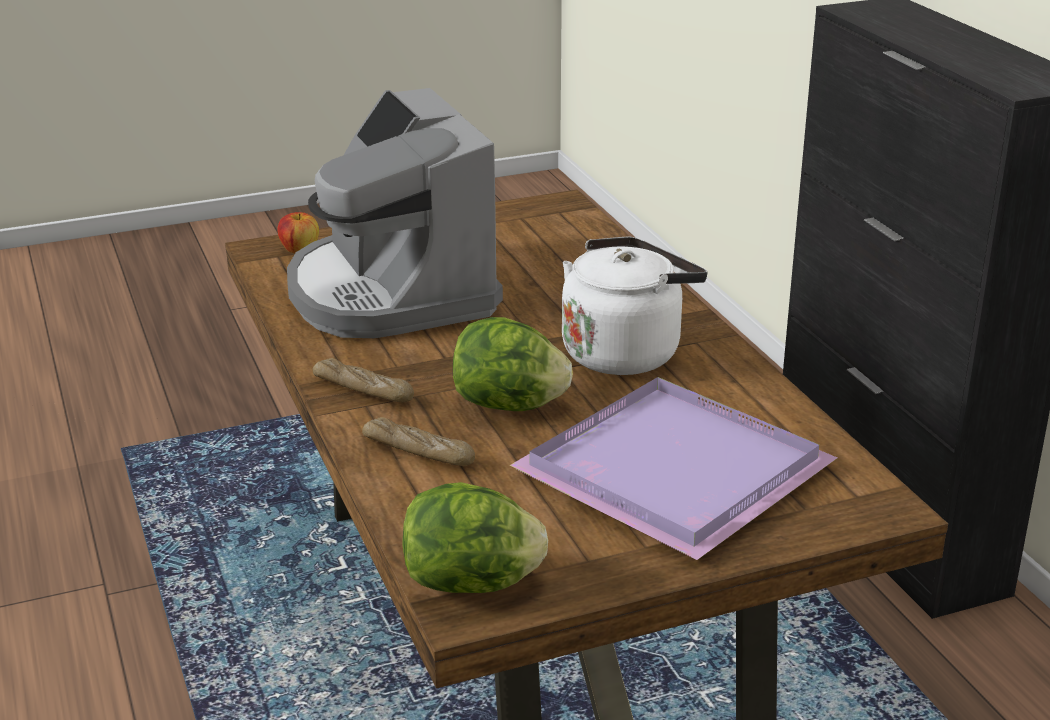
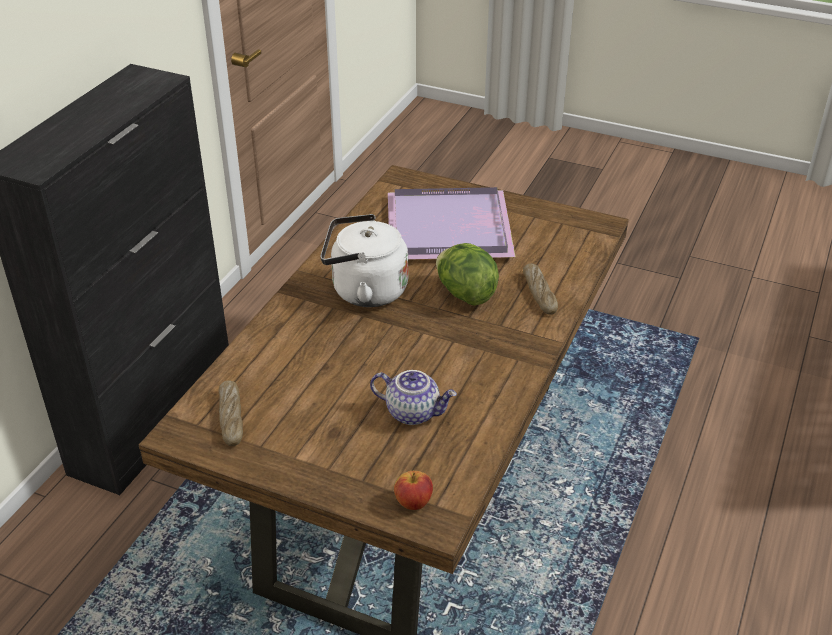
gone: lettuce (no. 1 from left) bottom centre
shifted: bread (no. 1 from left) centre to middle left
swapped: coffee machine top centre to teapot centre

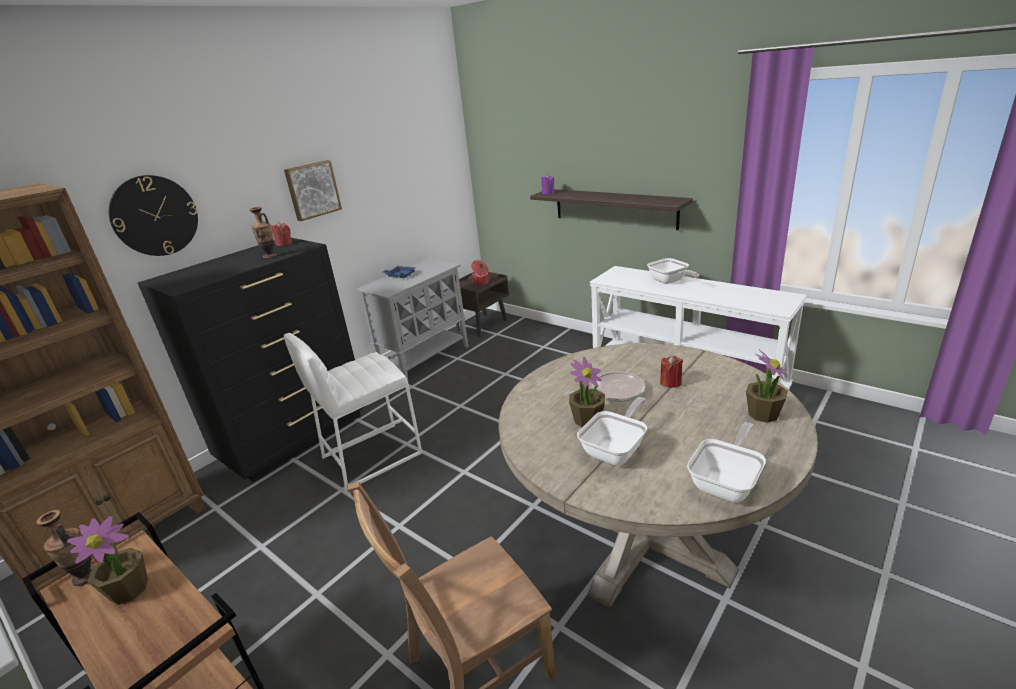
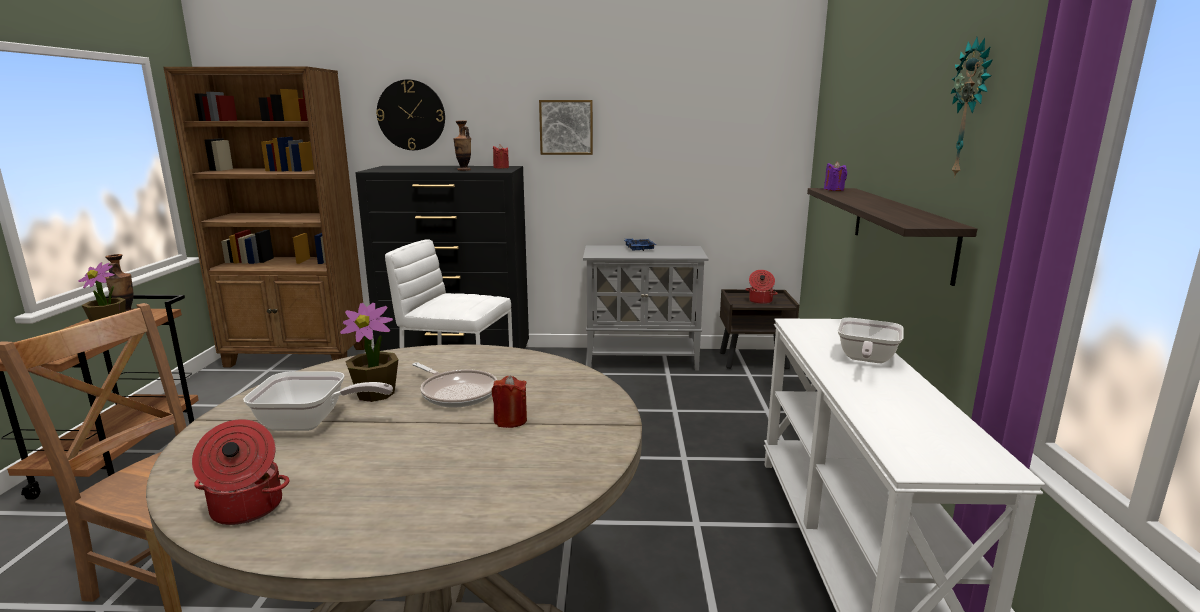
gone: potted plant (no. 3 from left) middle right
new: wall clock (no. 2 from left) top right
swapped: frying pan (no. 4 from left) bottom right to cooking pot (no. 1 from left) bottom left

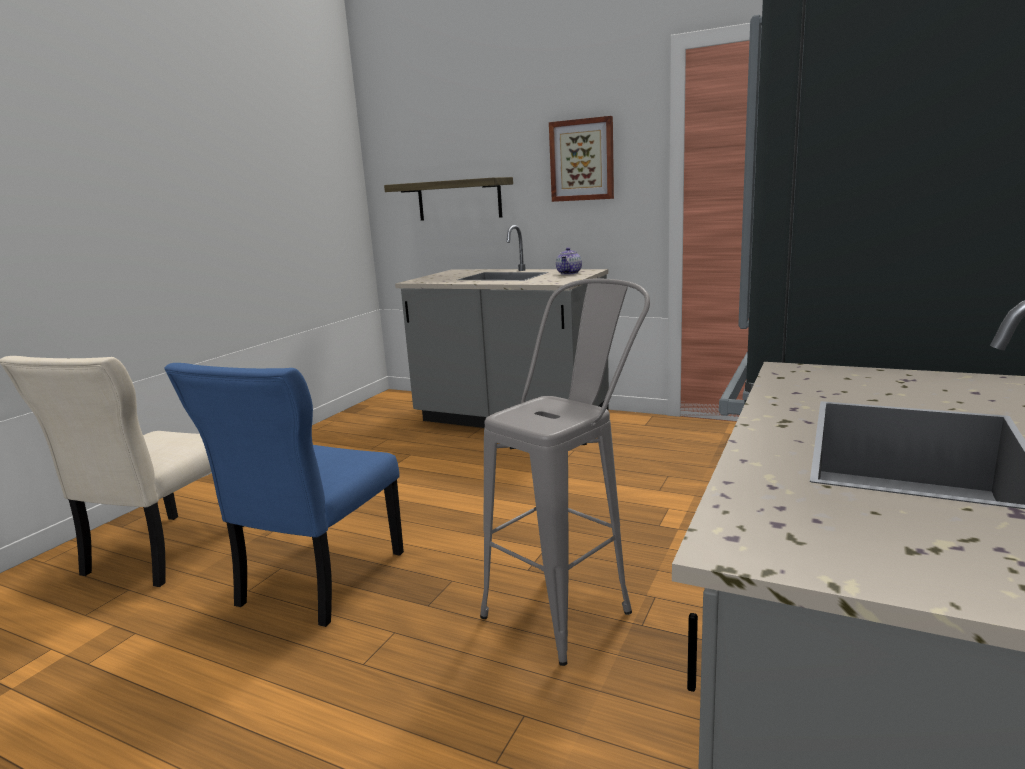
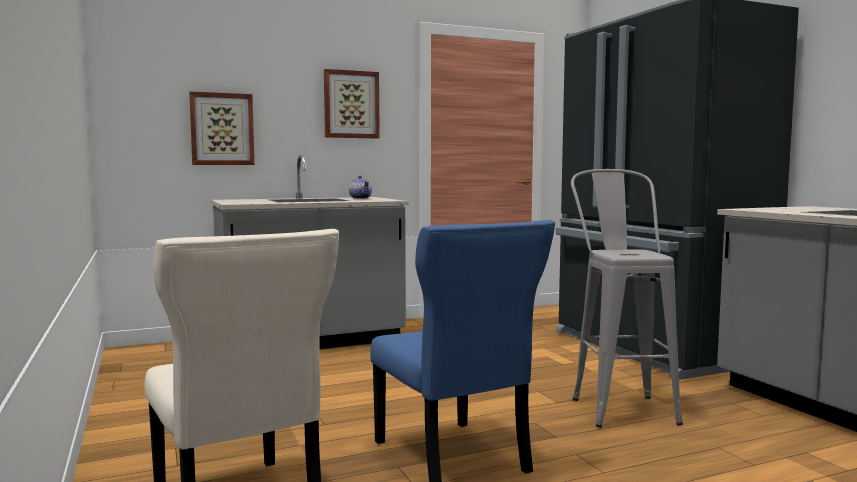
swapped: shelf top centre to picture (no. 1 from left) top left

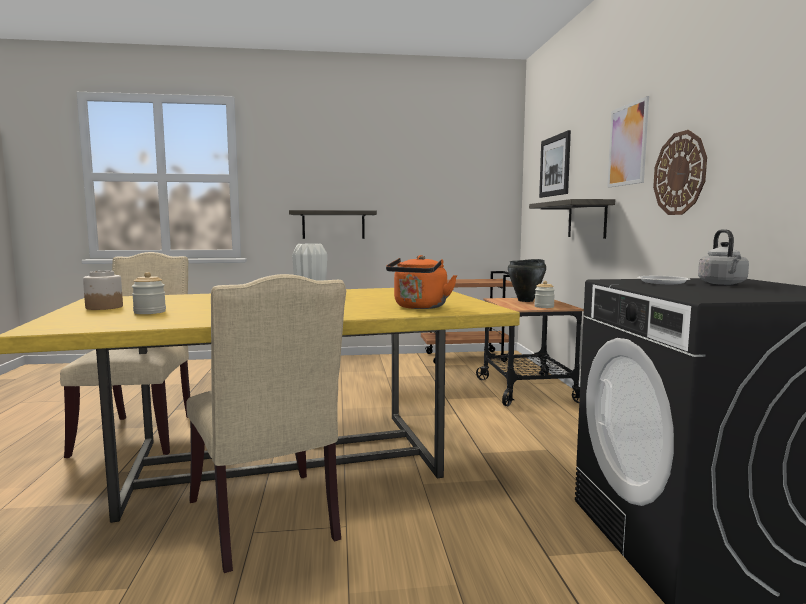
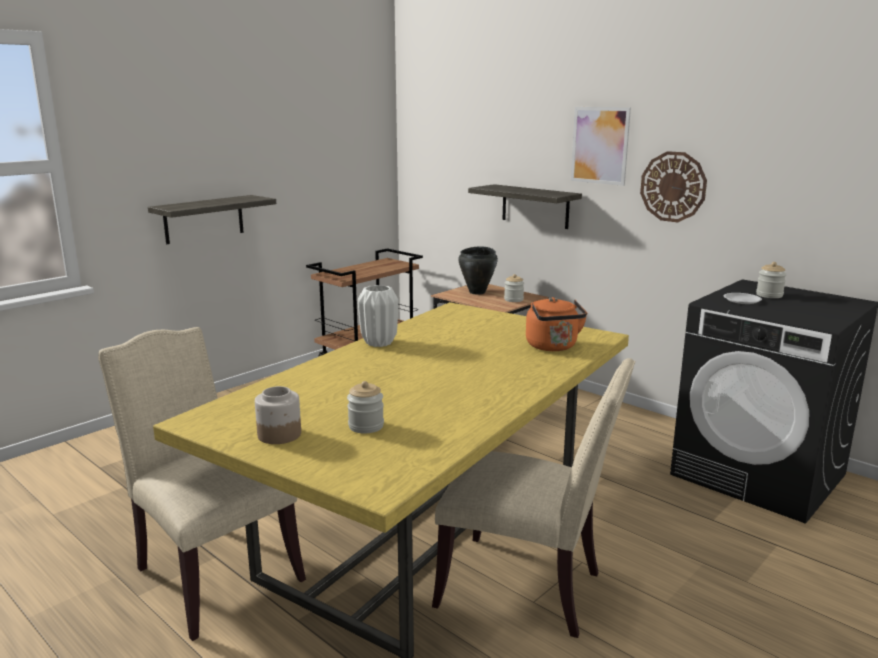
gone: picture (no. 1 from left) top right
swapped: grey kettle middle right to jar (no. 4 from left) middle right

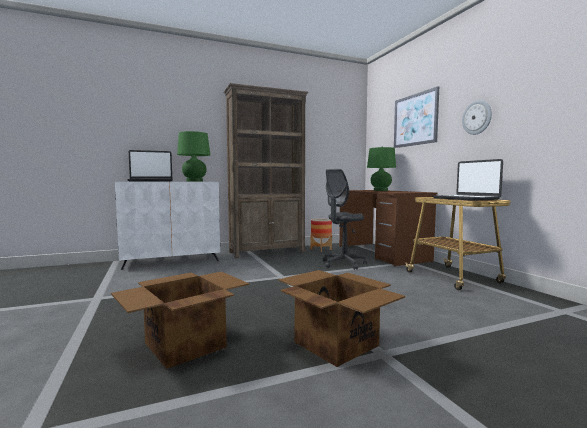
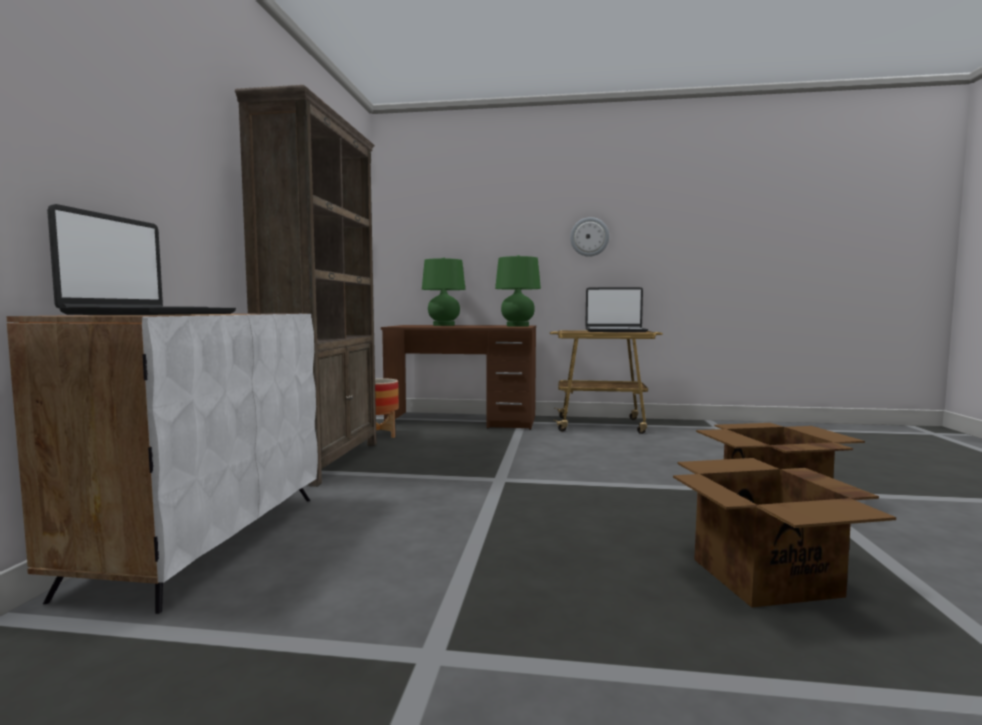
gone: grey office chair centre; picture top right
shifted: green table lamp (no. 1 from left in the first image) middle left to green table lamp (no. 2 from left) centre

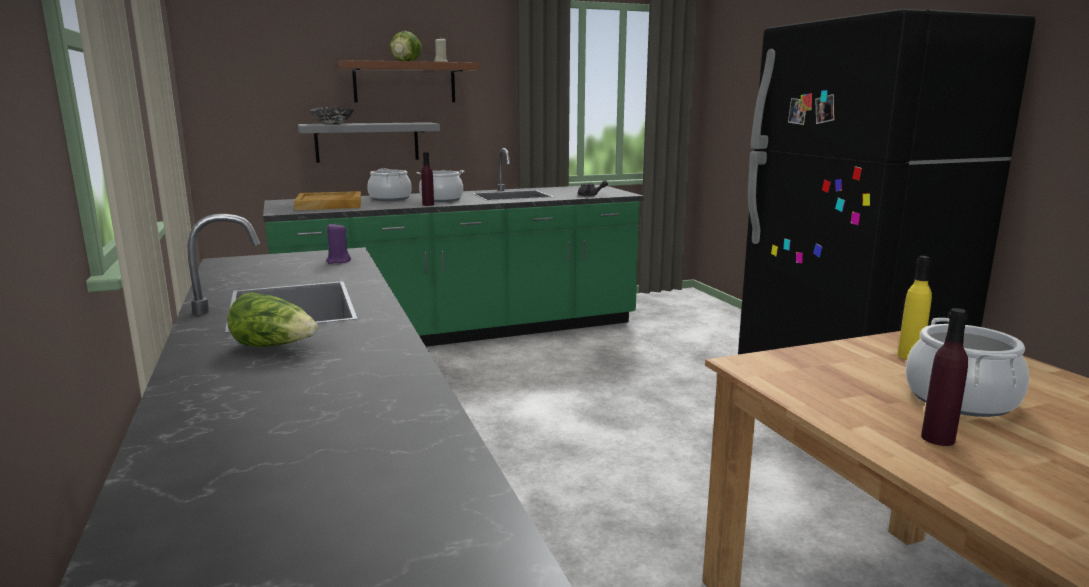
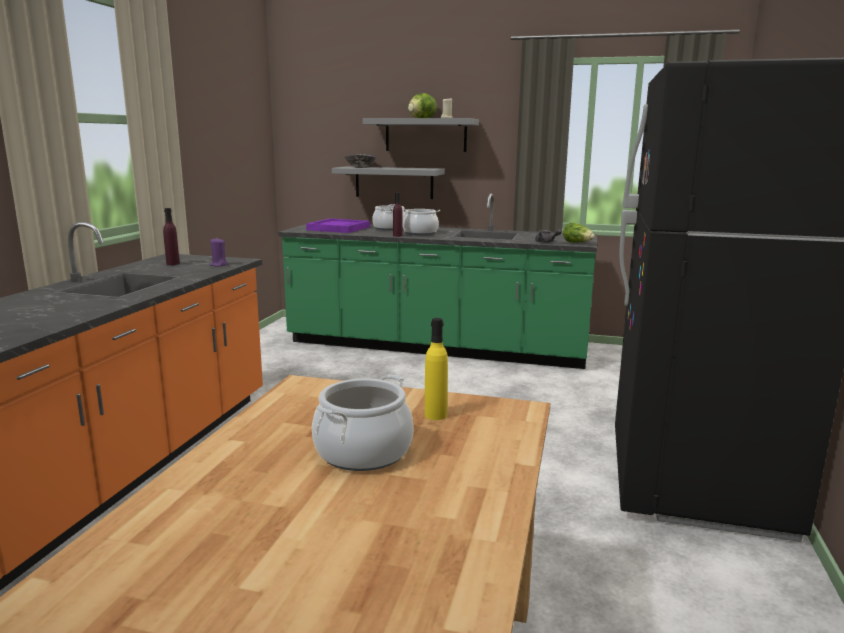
shifted: lettuce (no. 1 from left in the first image) middle left to lettuce (no. 2 from left) middle right; purple bottle (no. 2 from left in the first image) middle right to purple bottle (no. 1 from left) middle left
repainted: beige tray middle left to purple tray centre; brown shelf top centre to grey shelf (no. 2 from left) top centre

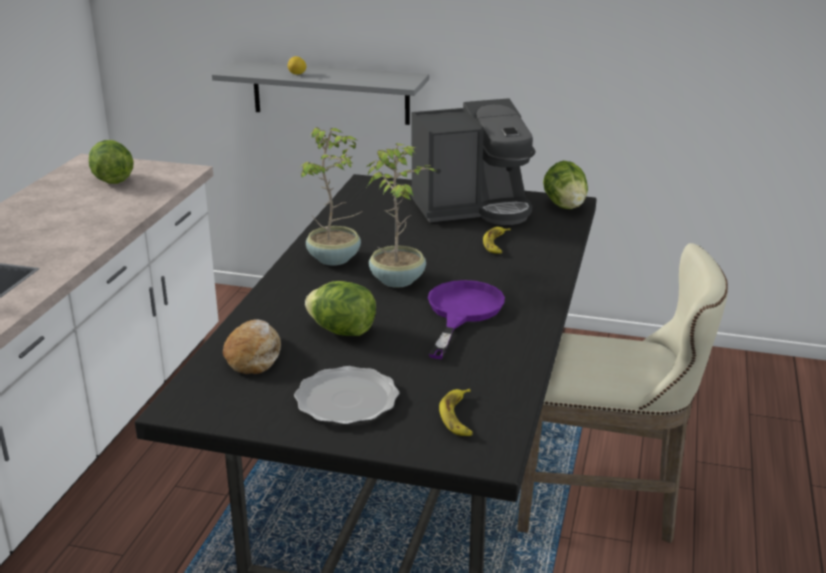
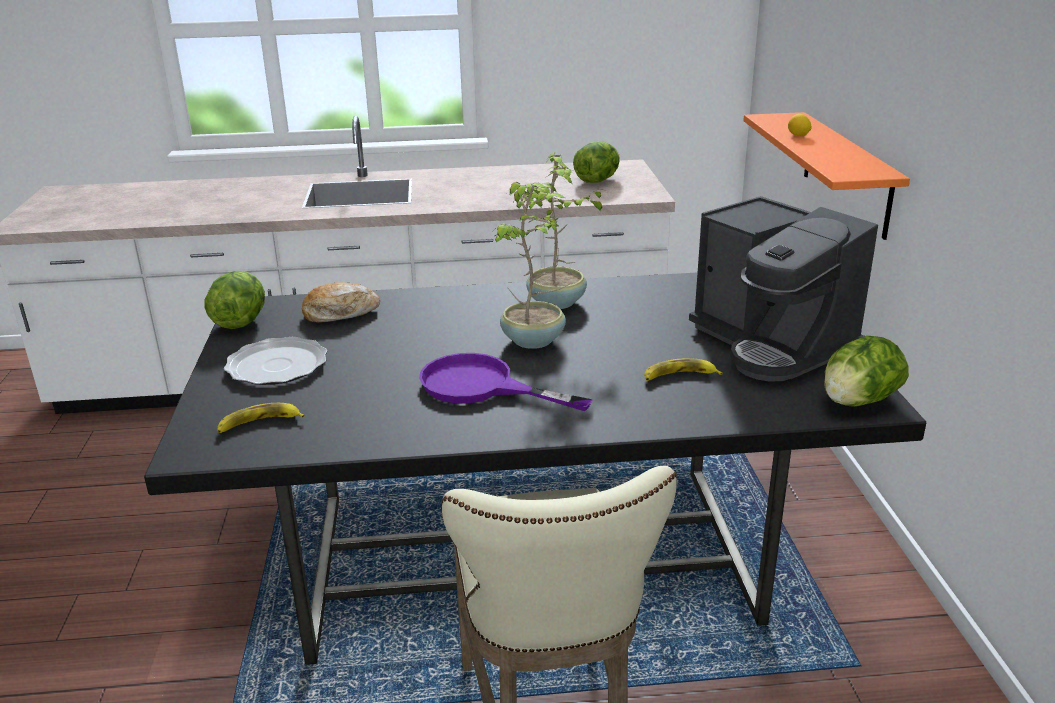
shifted: lettuce (no. 2 from left in the first image) centre to lettuce (no. 1 from left) middle left
repainted: grey shelf top centre to orange shelf top right
rotated: purple frying pan centre = centre 150 degrees counterclockwise

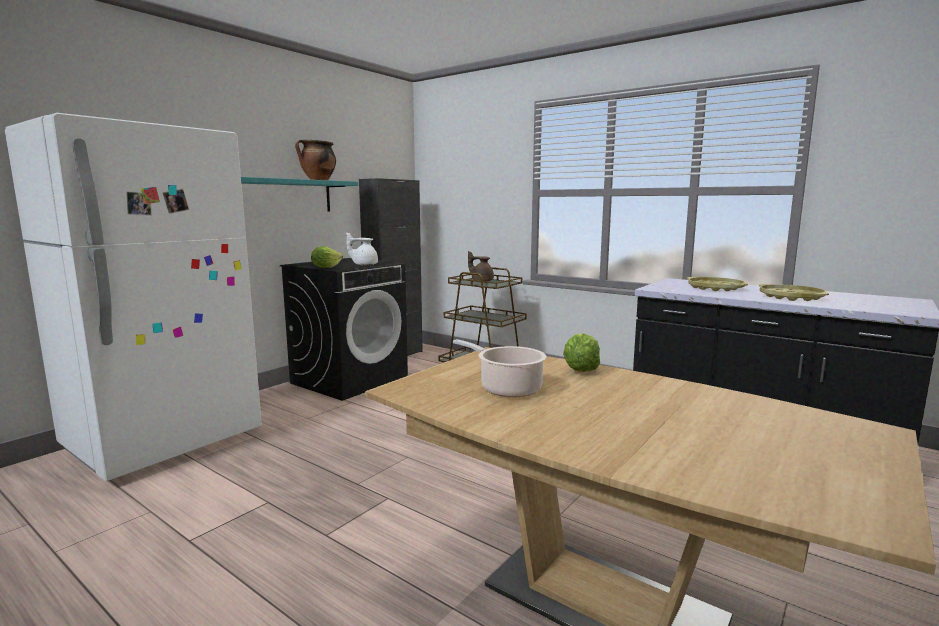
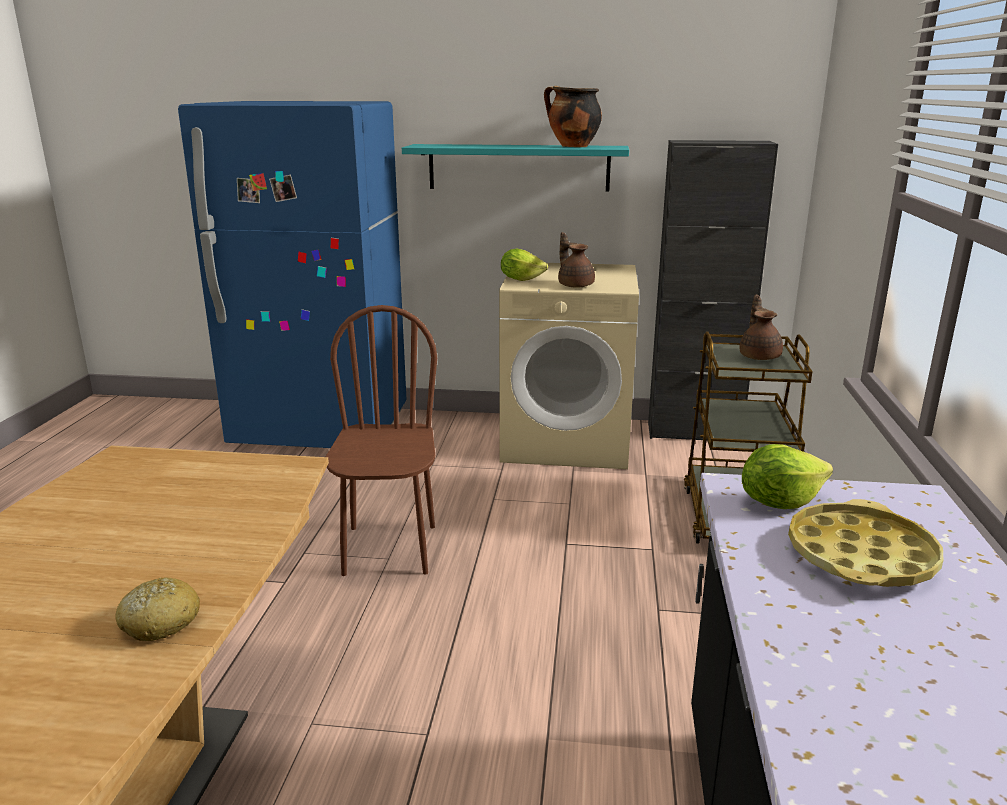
gone: cooking pot (no. 2 from left) centre; yellow tray (no. 2 from left) middle right
new: bread bottom left; brown chair centre
shifted: lettuce (no. 2 from left) centre to middle right
repainted: white fridge middle left to blue fridge middle left; black washing machine centre to beige washing machine centre; white teapot centre to brown teapot (no. 1 from left) top centre

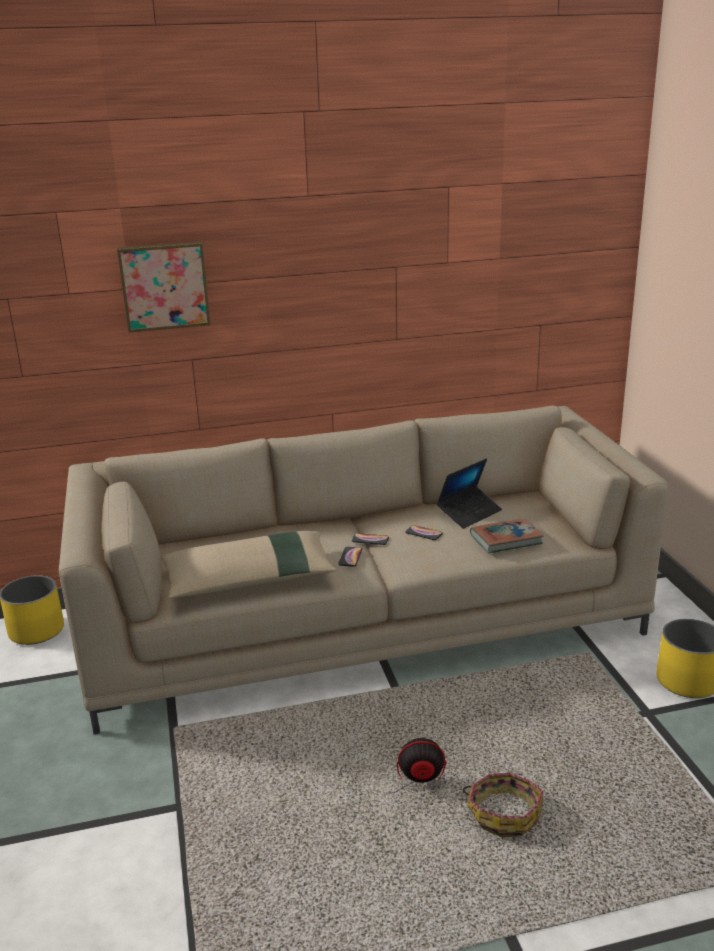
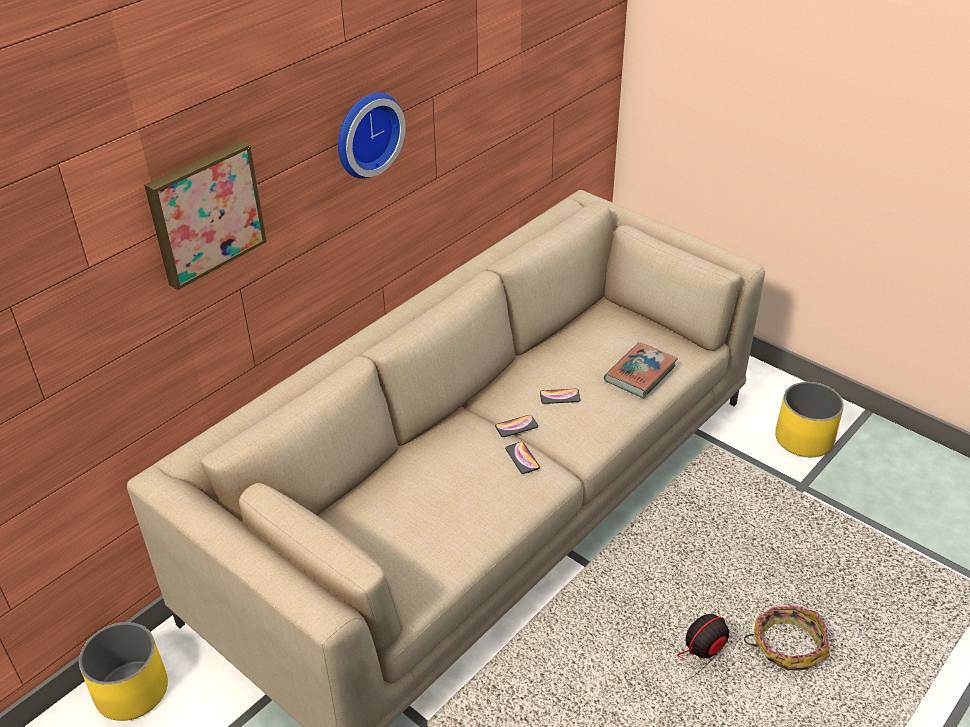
gone: beige pillow centre; laptop centre
new: wall clock top centre

